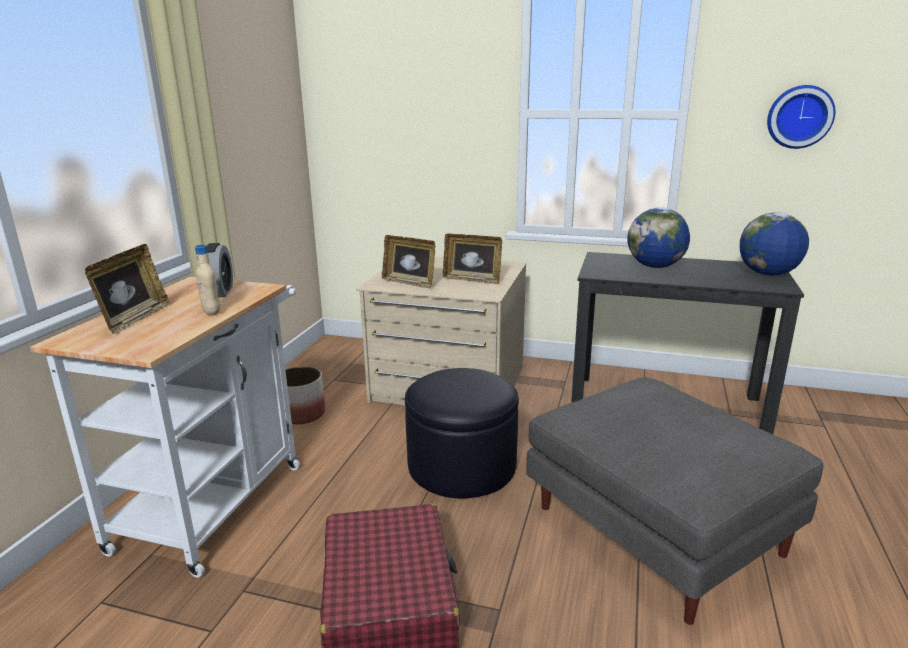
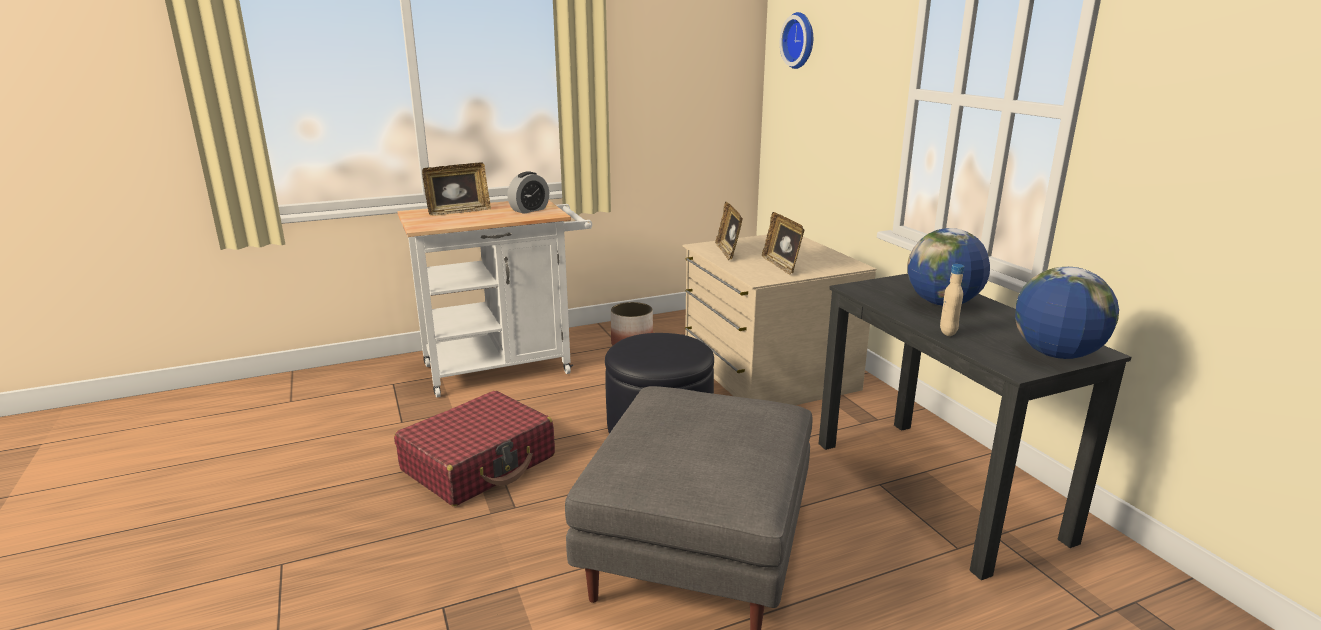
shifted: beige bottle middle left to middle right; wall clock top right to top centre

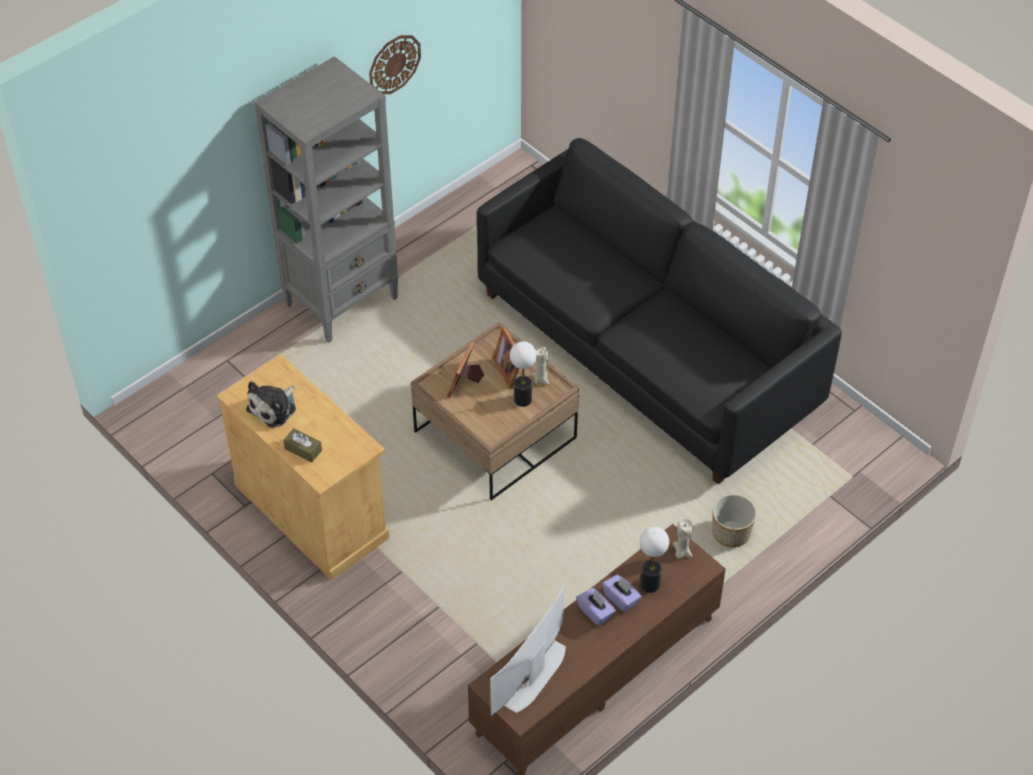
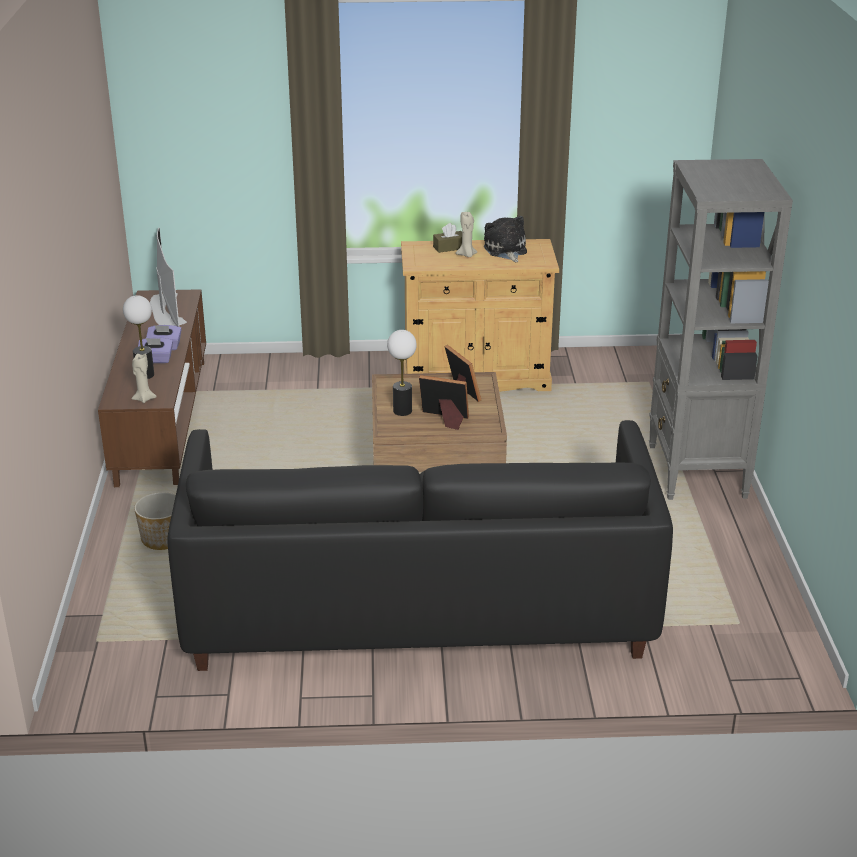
gone: wall clock top centre
shifted: beige candle (no. 1 from left in the first image) centre to beige candle (no. 2 from left) top centre

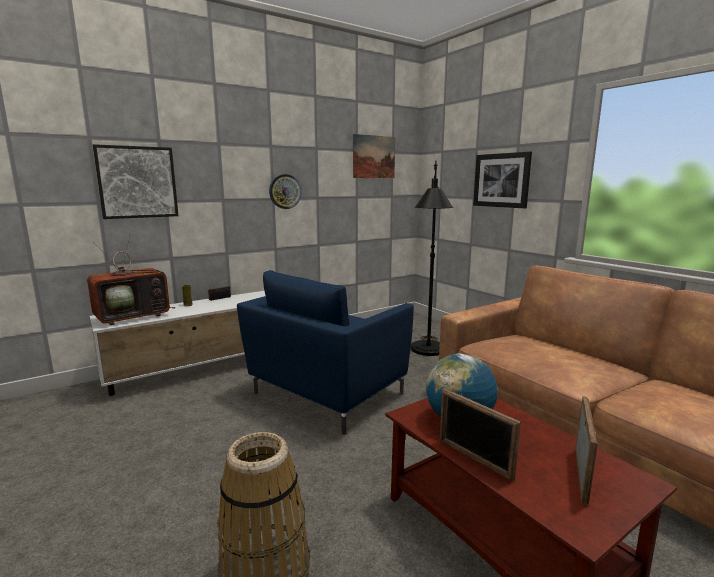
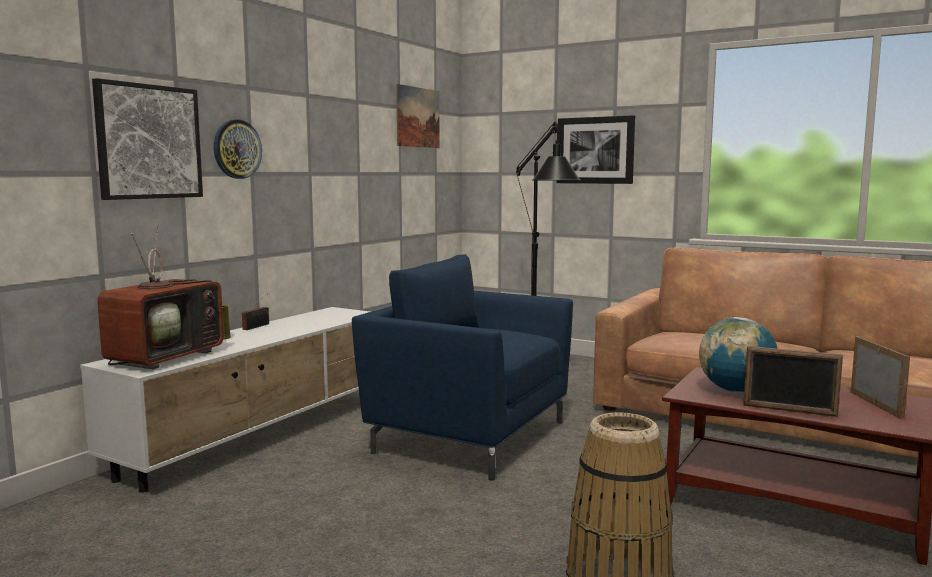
shifted: wall clock top centre to top left
rotated: blue armchair centre = centre 105 degrees clockwise

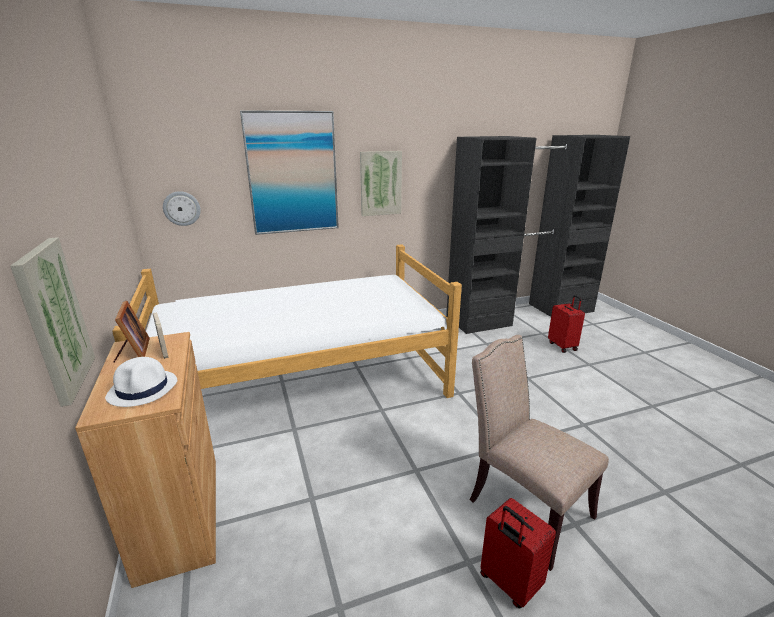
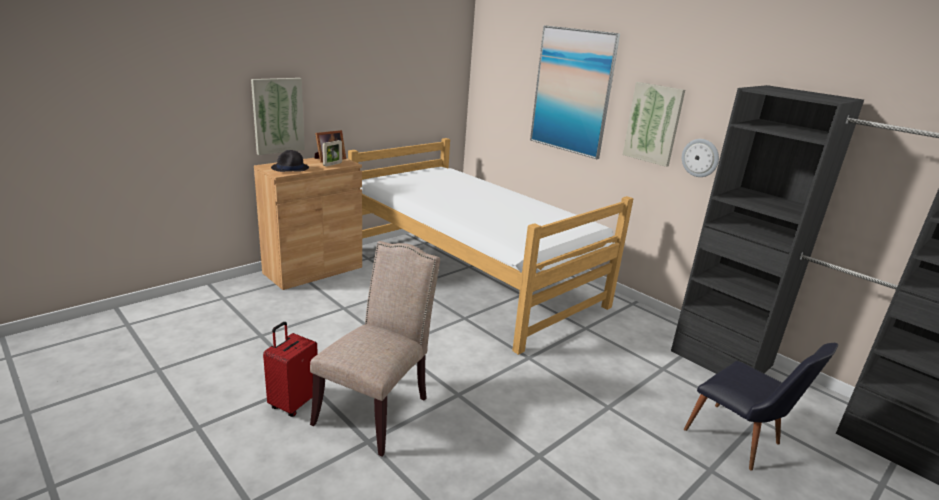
shifted: wall clock middle left to top right
swapped: red suitcase (no. 2 from left) middle right to black chair bottom right
repainted: white hat middle left to black hat top left

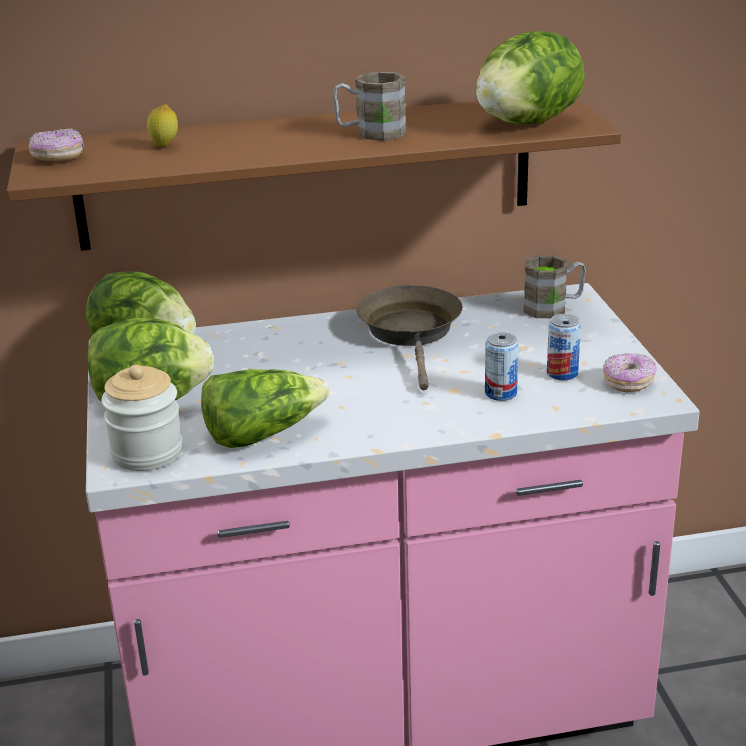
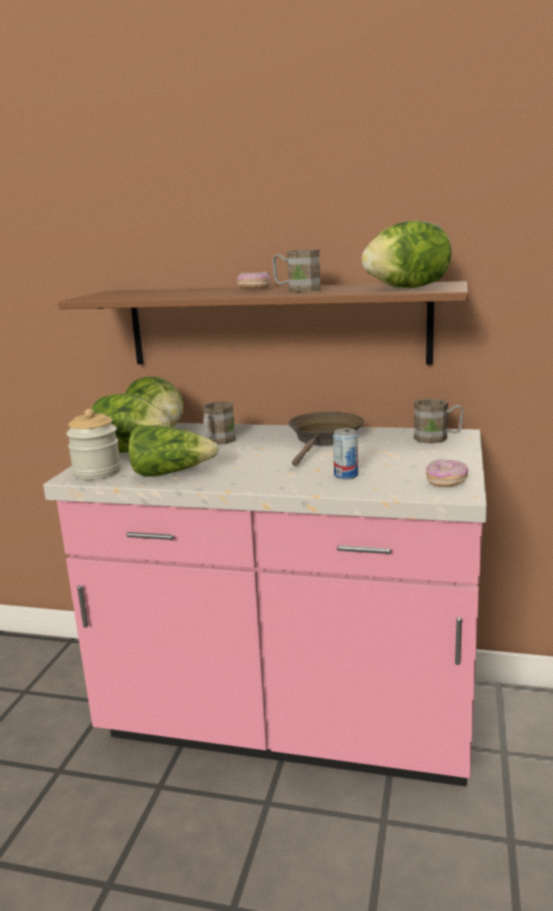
gone: lemon top left; can (no. 2 from left) middle right
new: brown mug (no. 1 from left) centre
shifted: donut (no. 1 from left) top left to top centre

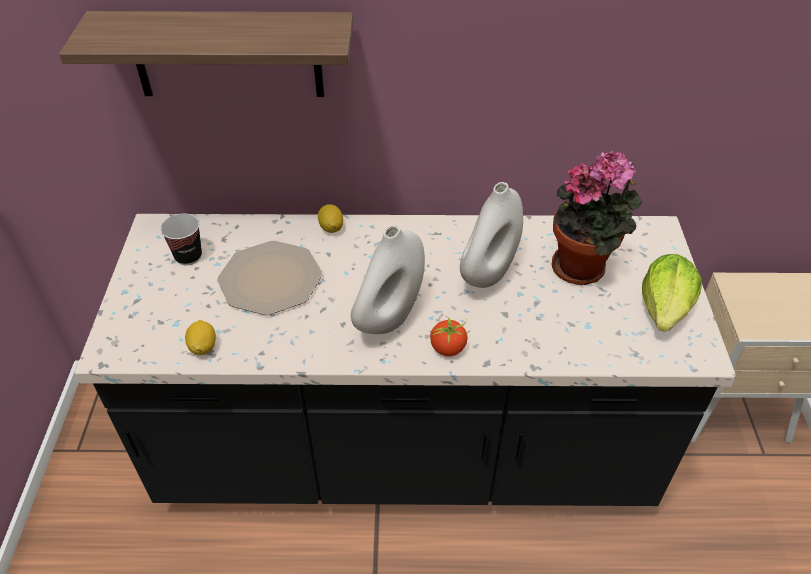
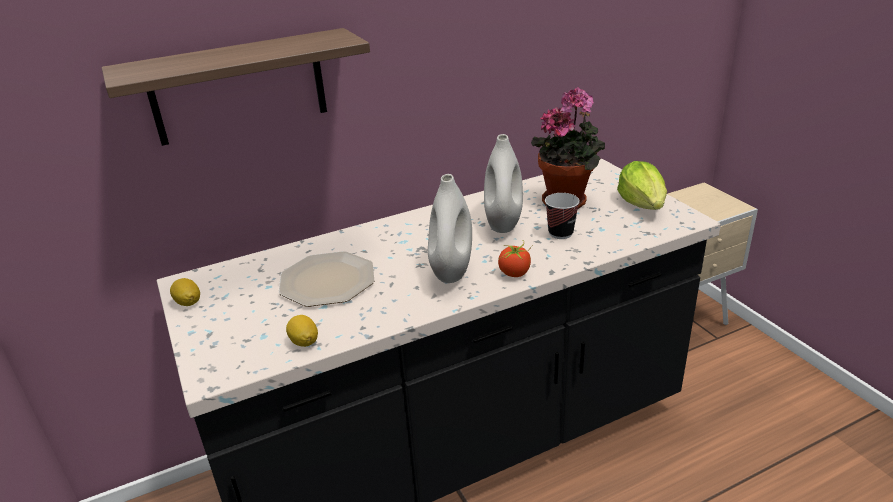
shifted: cup middle left to centre; lemon (no. 2 from left in the first image) centre to lemon (no. 1 from left) middle left

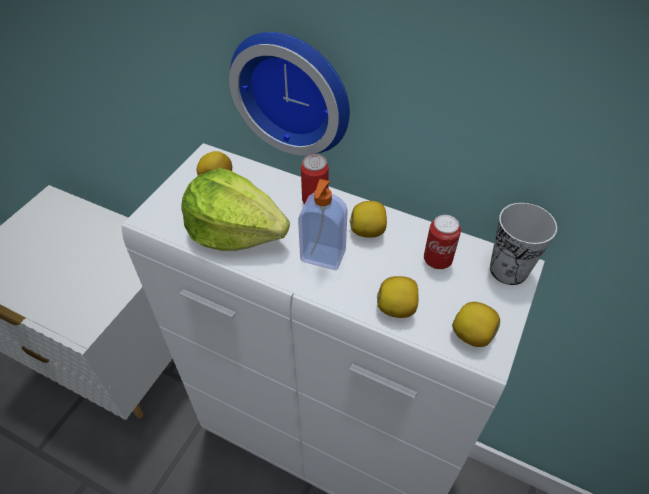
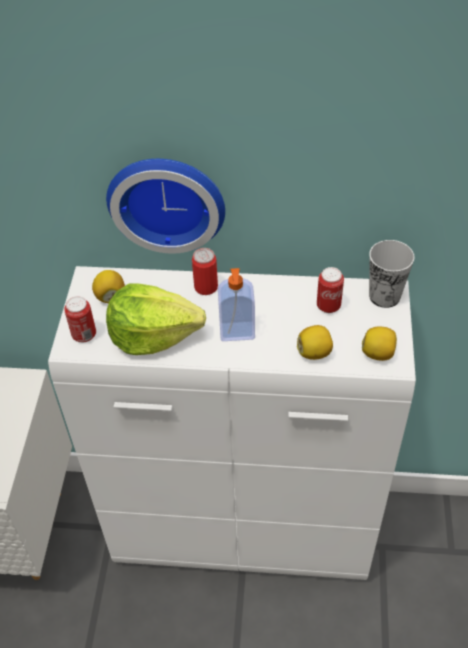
gone: lemon (no. 2 from left) centre
new: can (no. 1 from left) middle left

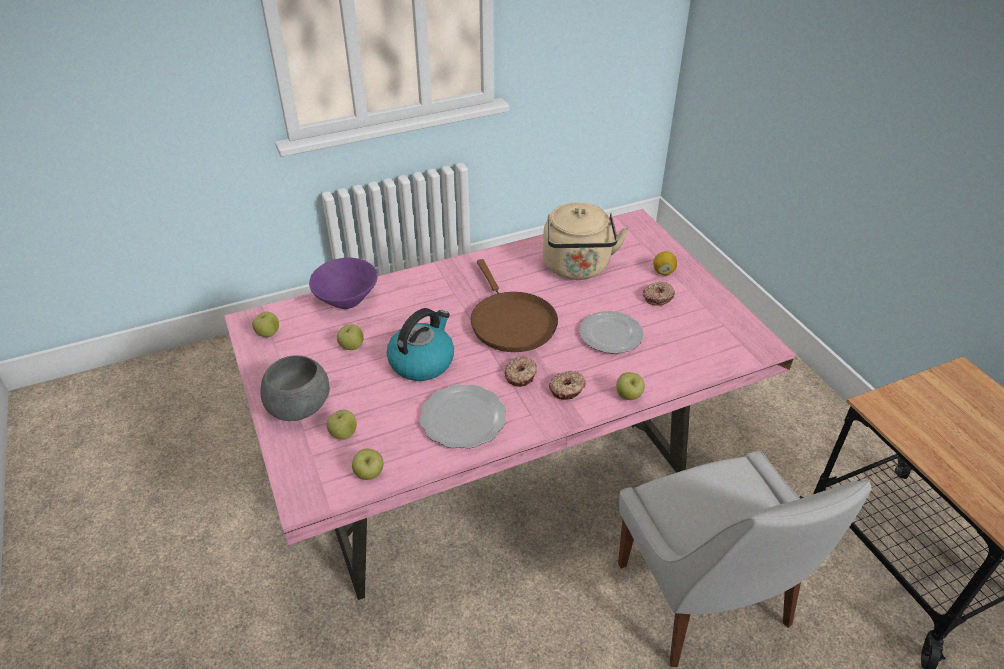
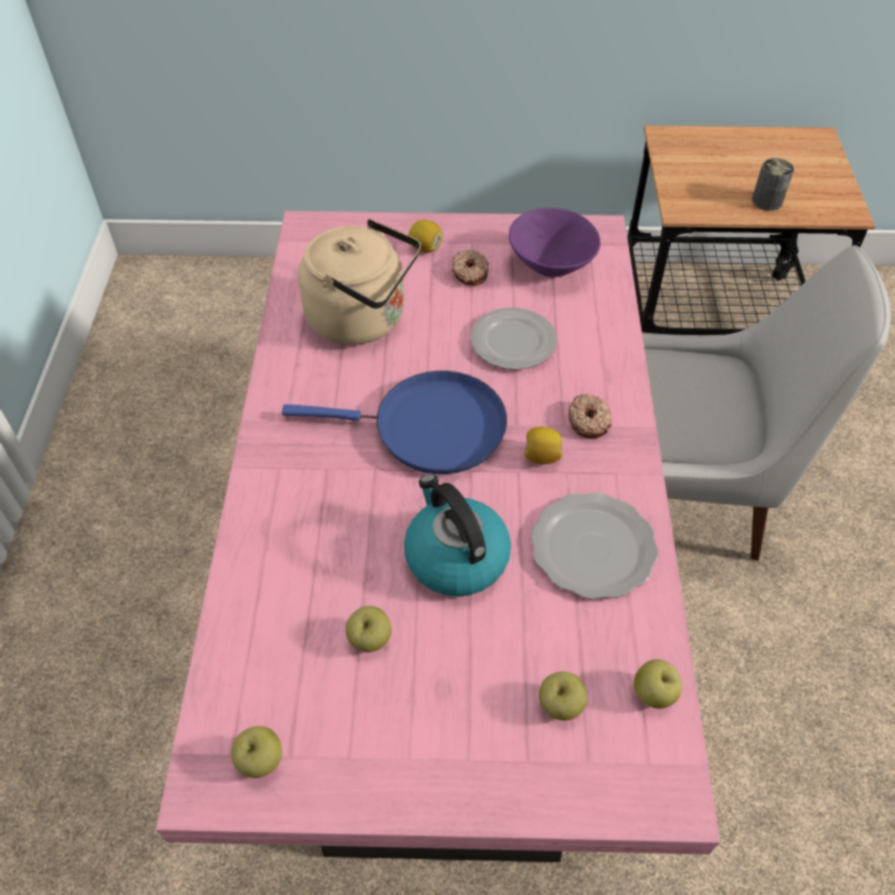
gone: grey bowl middle left; apple (no. 5 from left) centre
new: can top right
shifted: purple bowl centre to top centre
swapped: donut (no. 1 from left) centre to lemon (no. 2 from left) centre
repainted: brown frying pan centre to blue frying pan centre

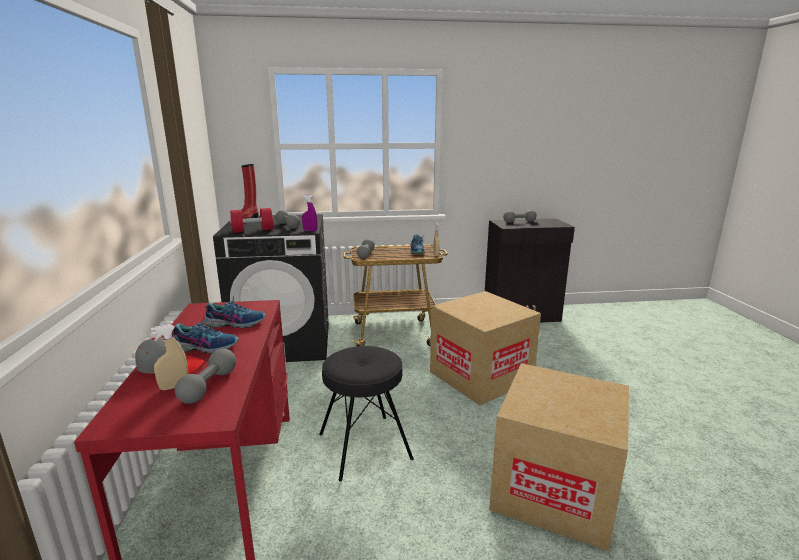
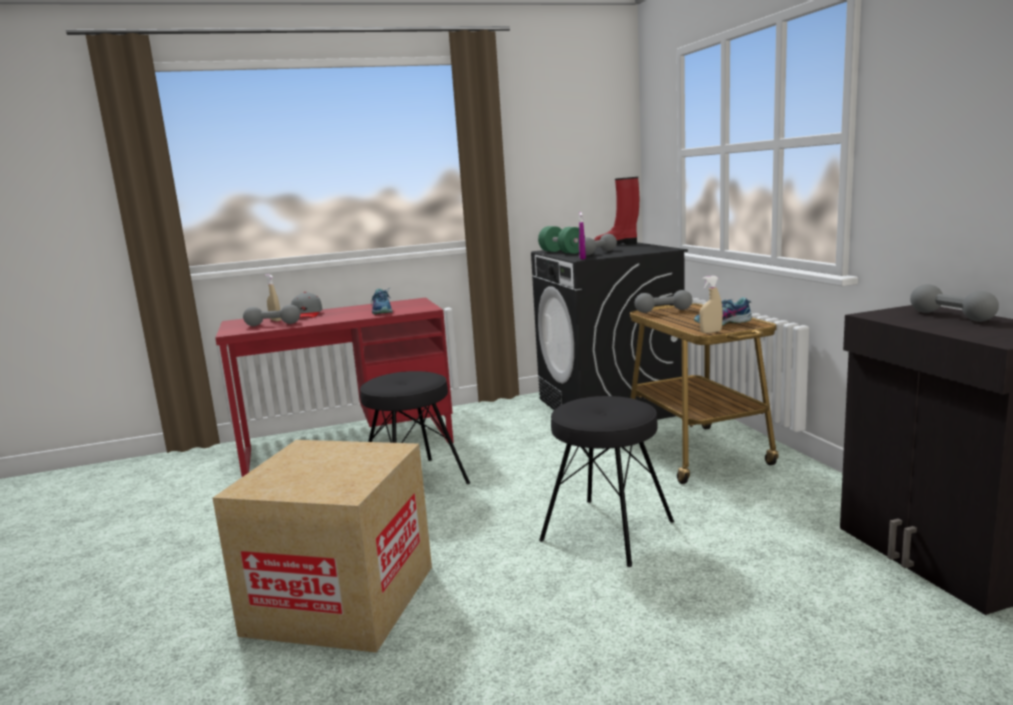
gone: shoe (no. 1 from left) middle left
swapped: cardboard box (no. 1 from left) centre to black stool (no. 2 from left) bottom centre
repainted: red dumbbell middle left to green dumbbell centre

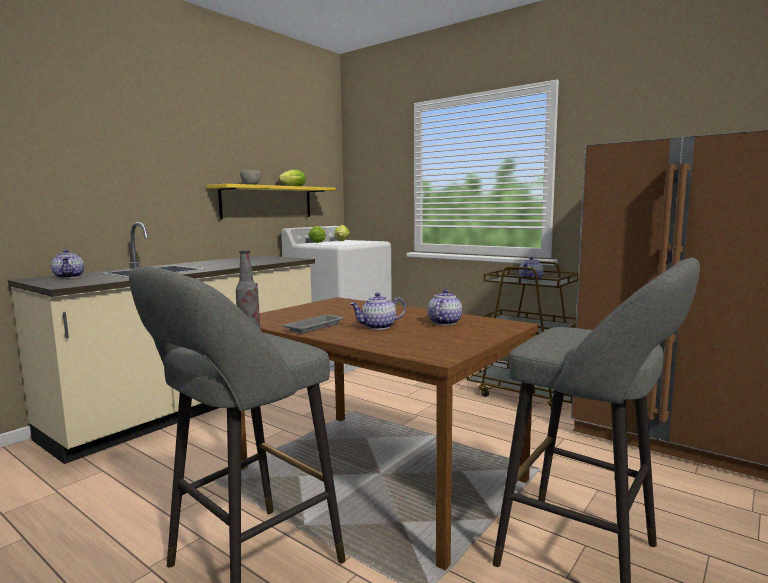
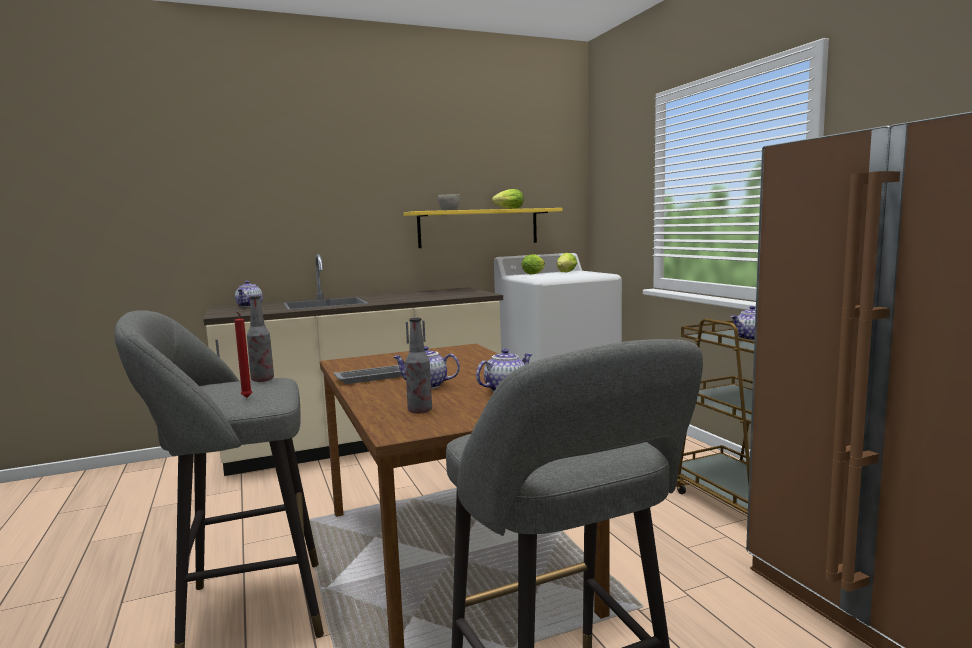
new: red candle middle left; bottle (no. 2 from left) centre

